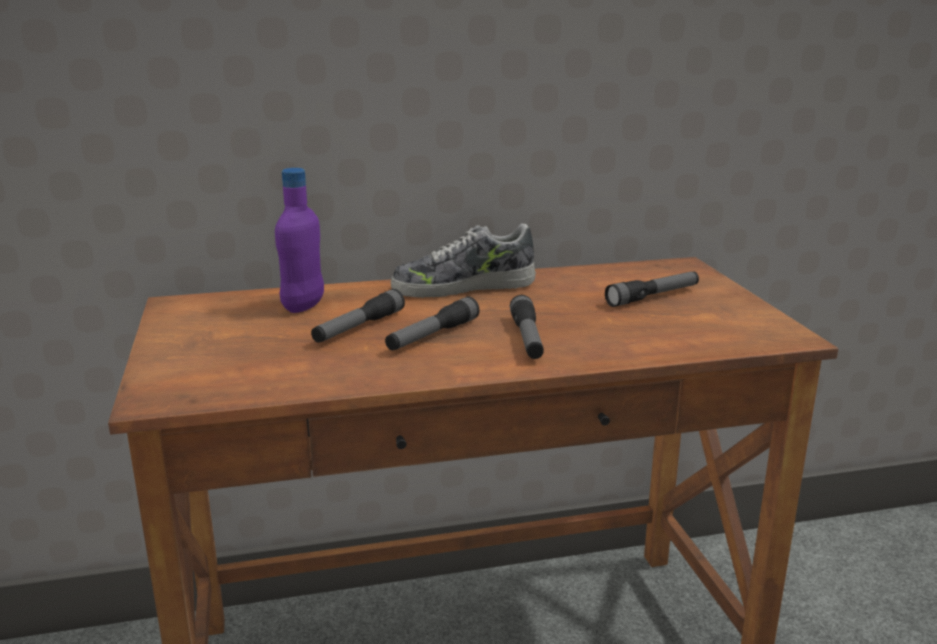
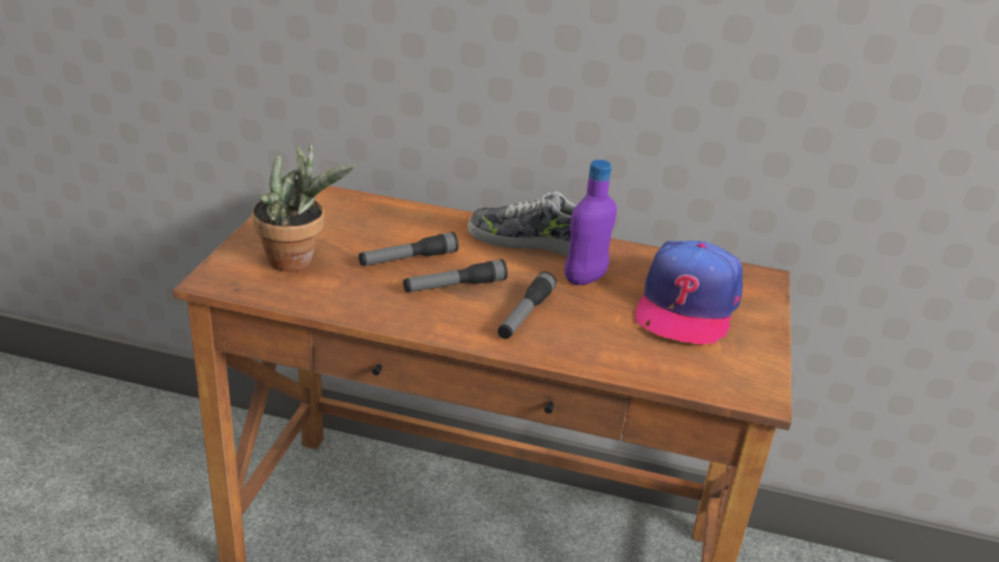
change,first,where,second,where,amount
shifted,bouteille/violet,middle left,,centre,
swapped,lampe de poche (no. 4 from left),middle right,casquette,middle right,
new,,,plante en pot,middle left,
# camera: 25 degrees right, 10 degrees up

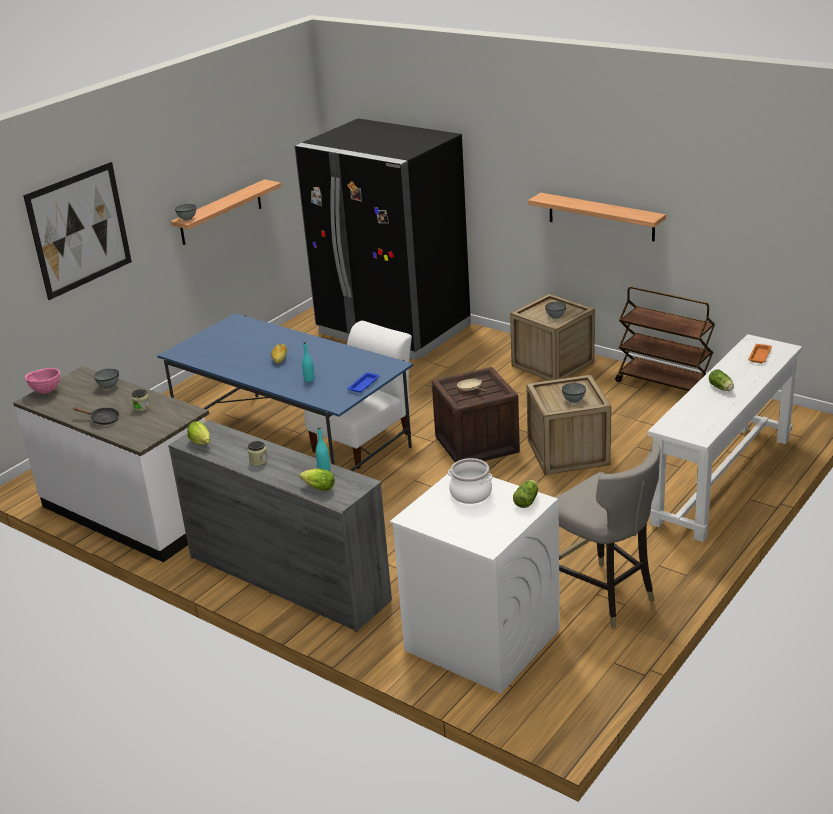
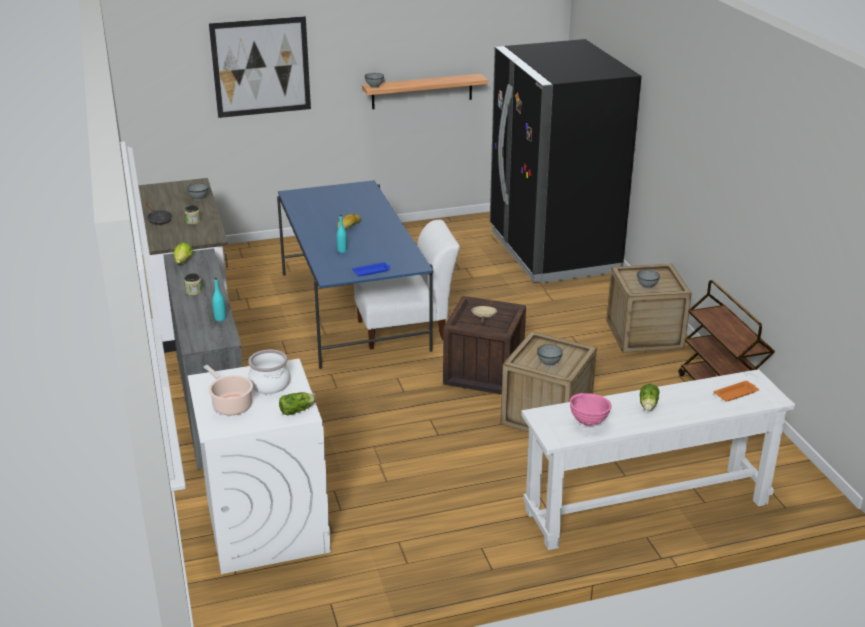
change,first,where,second,where,amount
shifted,bol/rose,middle left,,middle right,
gone,laitue (no. 2 from left),centre,,,
gone,étagère (no. 2 from left),top right,,,
gone,tabouret/gris,middle right,,,
new,,,marmite (no. 1 from left),middle left,
# camera: 35 degrees right, 0 degrees up

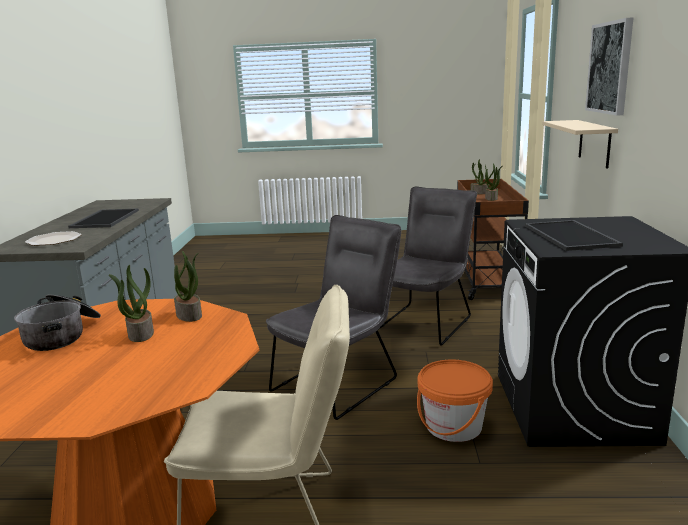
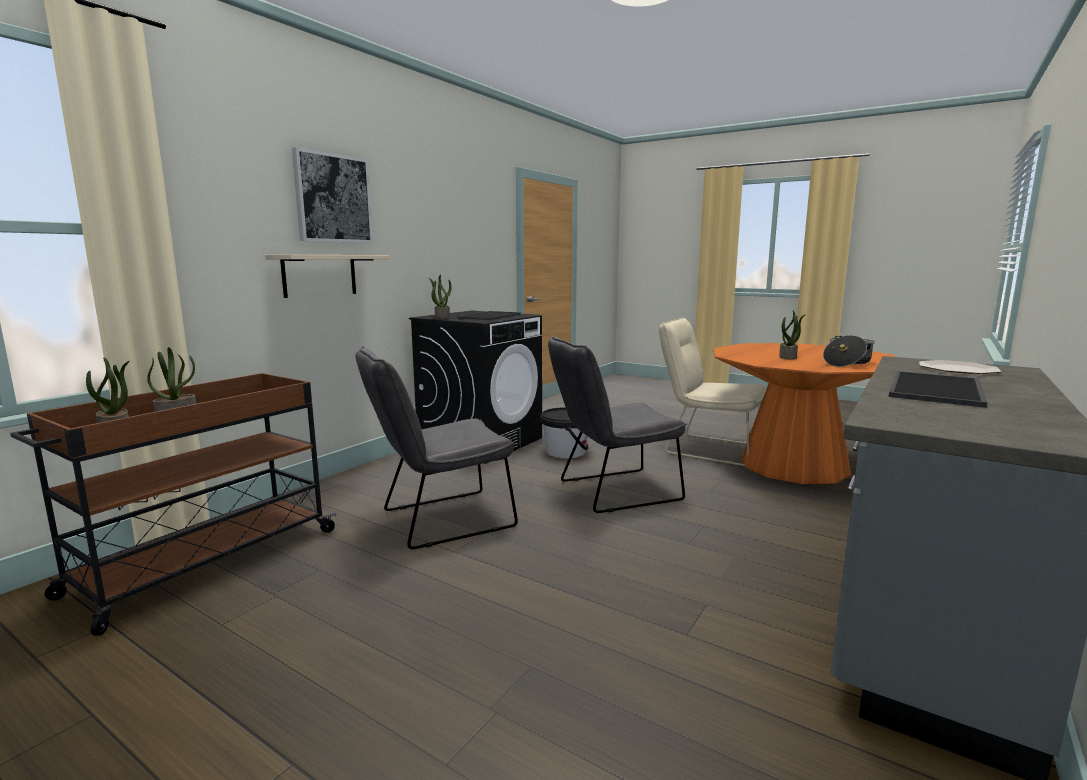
change,first,where,second,where,amount
shifted,plante en pot (no. 2 from left in the first image),middle left,plante en pot (no. 3 from left),centre,
repainted,seau/orange,bottom centre,seau/noir,centre,
# camera: 150 degrees left, 5 degrees down

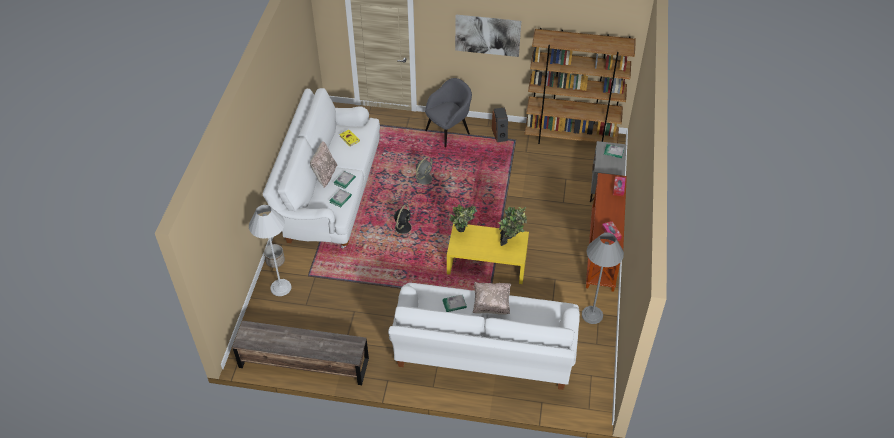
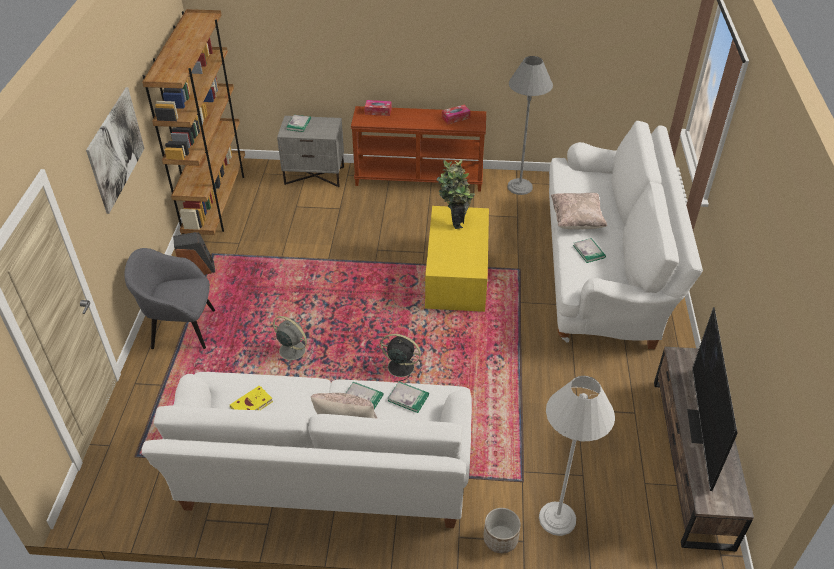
change,first,where,second,where,amount
rotated,fauteuil/gris,top centre,,middle left,45 degrees counterclockwise
gone,plante en pot (no. 1 from left),centre,,,
new,,,téléviseur,bottom right,
# camera: 95 degrees left, 5 degrees down

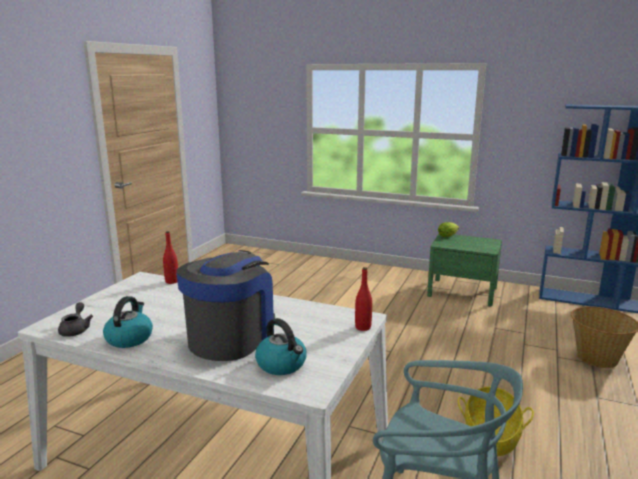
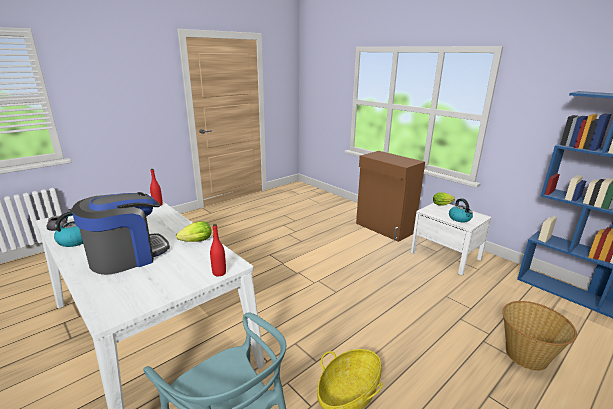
change,first,where,second,where,amount
shifted,bouilloire (no. 2 from left),bottom centre,,middle right,
repainted,table de chevet/vert,middle right,table de chevet/blanc,middle right,
new,,,laitue (no. 1 from left),middle left,
new,,,meuble de rangement/marron,centre,
# camera: 25 degrees right, 5 degrees up

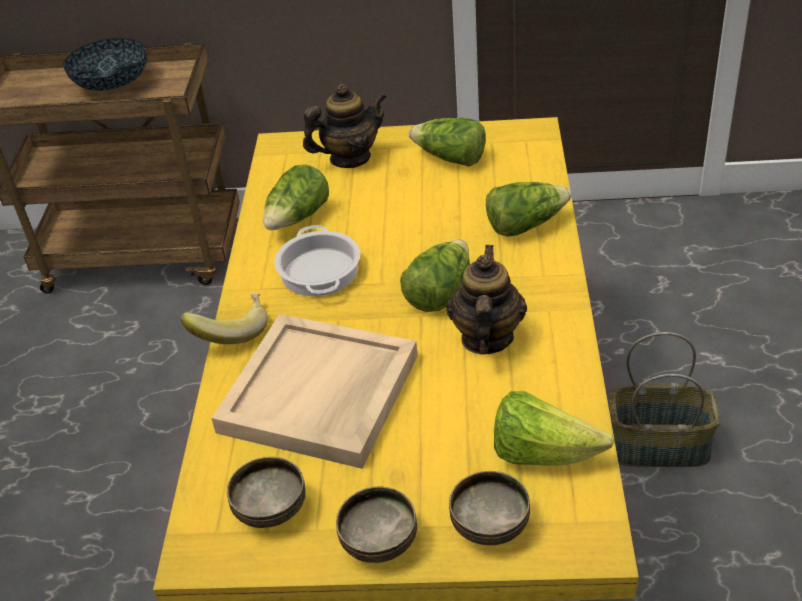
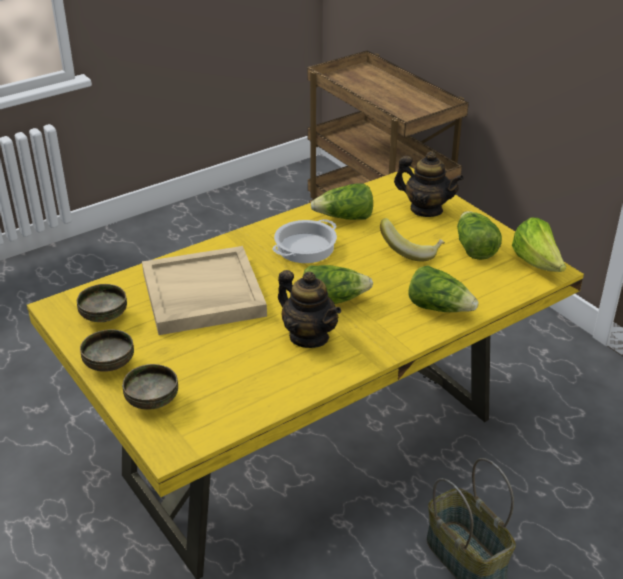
change,first,where,second,where,amount
gone,bol (no. 1 from left),top left,,,
shifted,banane,middle left,,centre,
rotated,théière (no. 2 from left in the first image),centre,théière (no. 1 from left),centre,75 degrees clockwise
shifted,laitue (no. 5 from left),bottom right,,middle right,
# camera: 50 degrees right, 5 degrees down

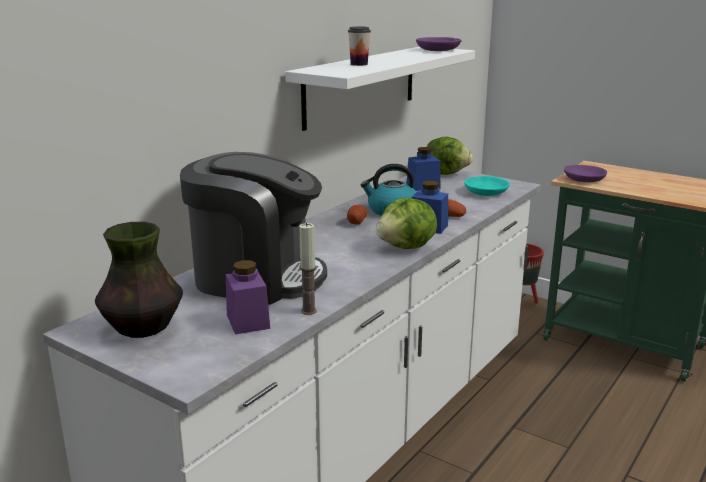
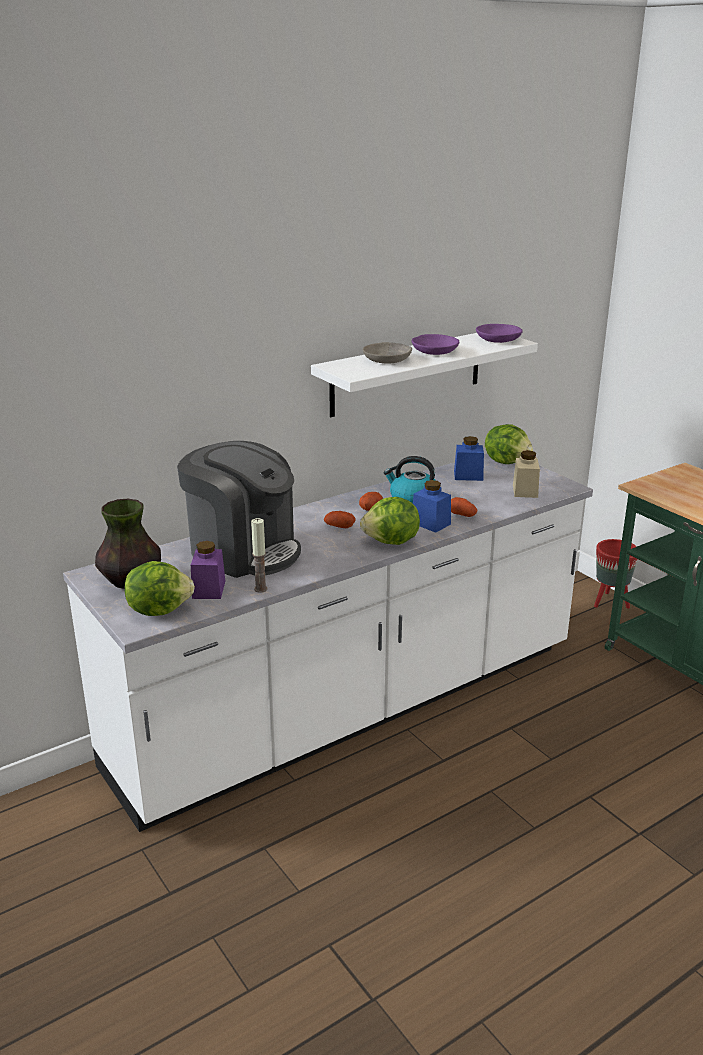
change,first,where,second,where,amount
swapped,tasse,top centre,bol/gris,centre,
swapped,bol/turquoise,middle right,bocal/beige,middle right,
shifted,bol/violet (no. 2 from left in the first image),middle right,bol/violet (no. 1 from left),top centre,
new,,,laitue (no. 1 from left),middle left,
new,,,pomme de terre (no. 1 from left),centre,
# camera: 20 degrees right, 5 degrees up

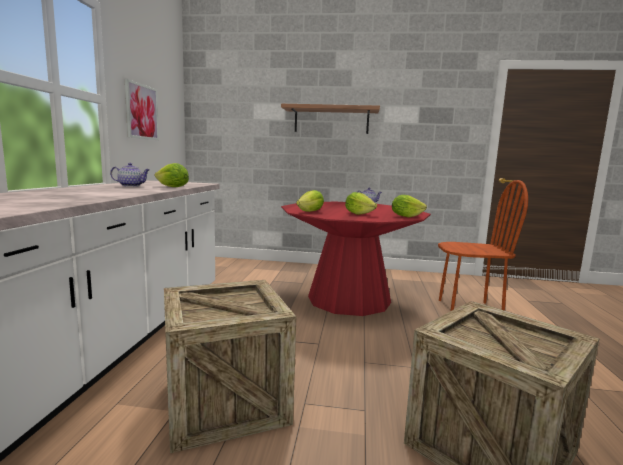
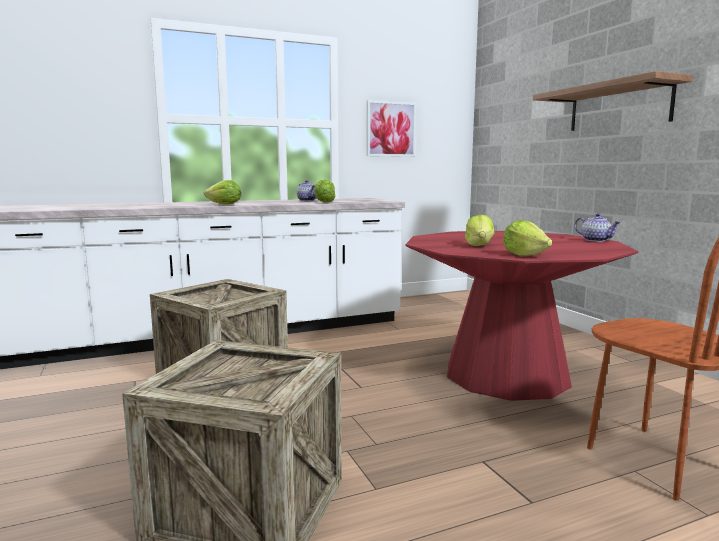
change,first,where,second,where,amount
shifted,laitue (no. 2 from left in the first image),centre,laitue (no. 1 from left),middle left,
# camera: 60 degrees right, 0 degrees up

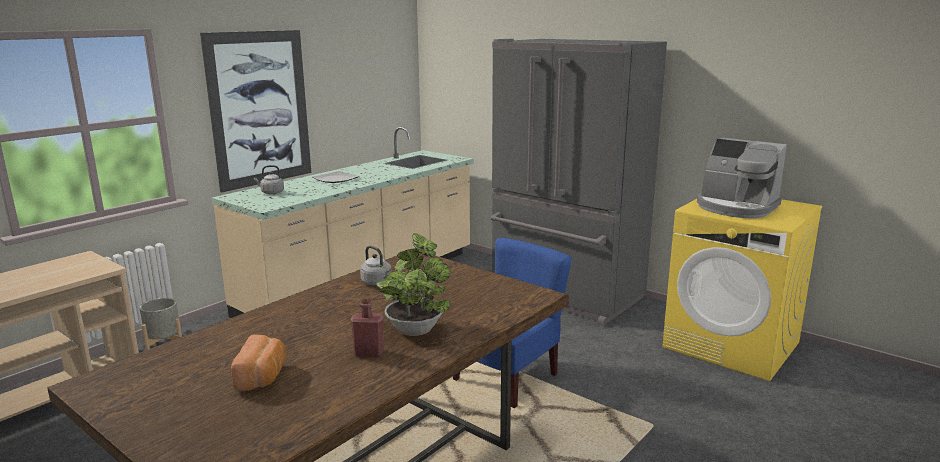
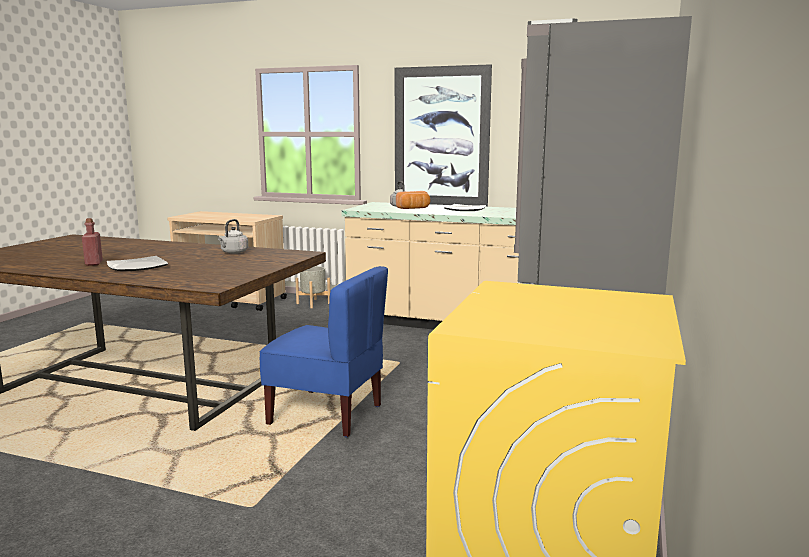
change,first,where,second,where,amount
shifted,pain,bottom left,,centre,
swapped,plante en pot,centre,assiette (no. 1 from left),middle left,
gone,machine à café,middle right,,,
# camera: 70 degrees right, 5 degrees down

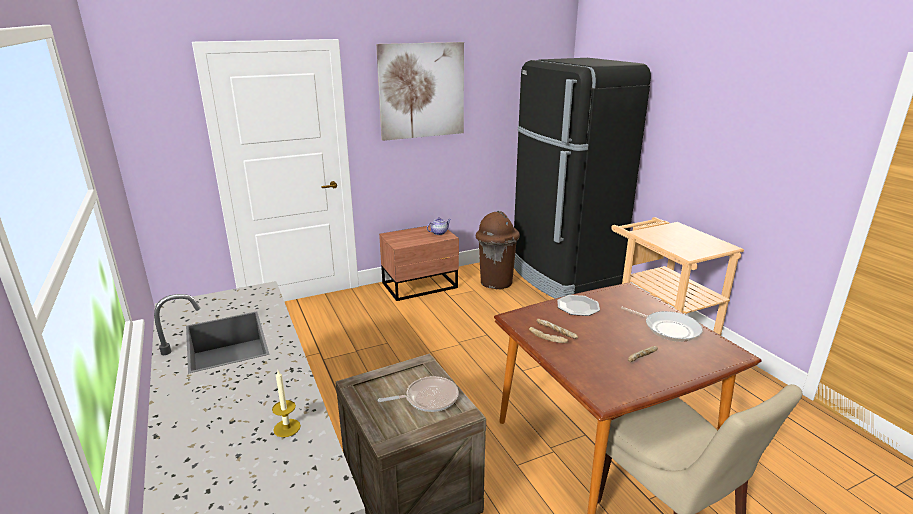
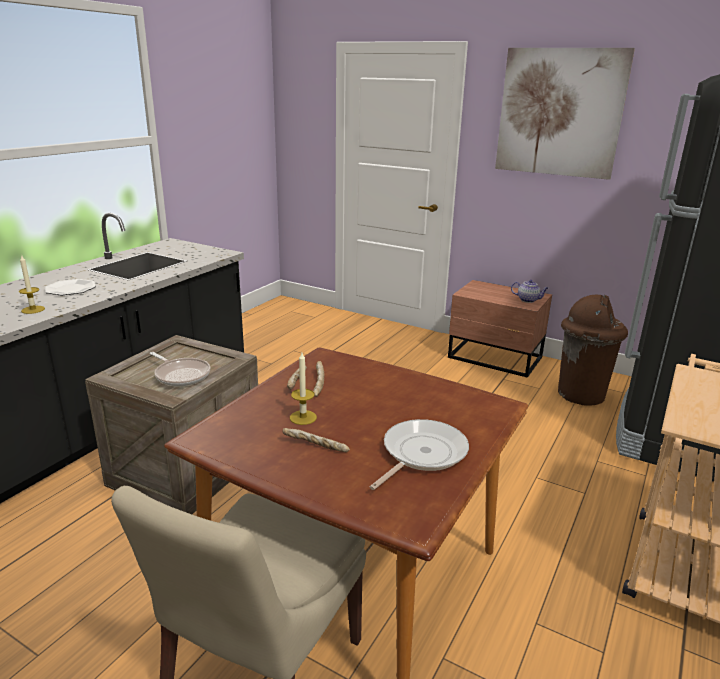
change,first,where,second,where,amount
shifted,assiette,centre,,middle left,
rotated,poêle (no. 2 from left),middle right,,bottom centre,150 degrees counterclockwise
new,,,bougie (no. 2 from left),centre,
# camera: 55 degrees right, 0 degrees up

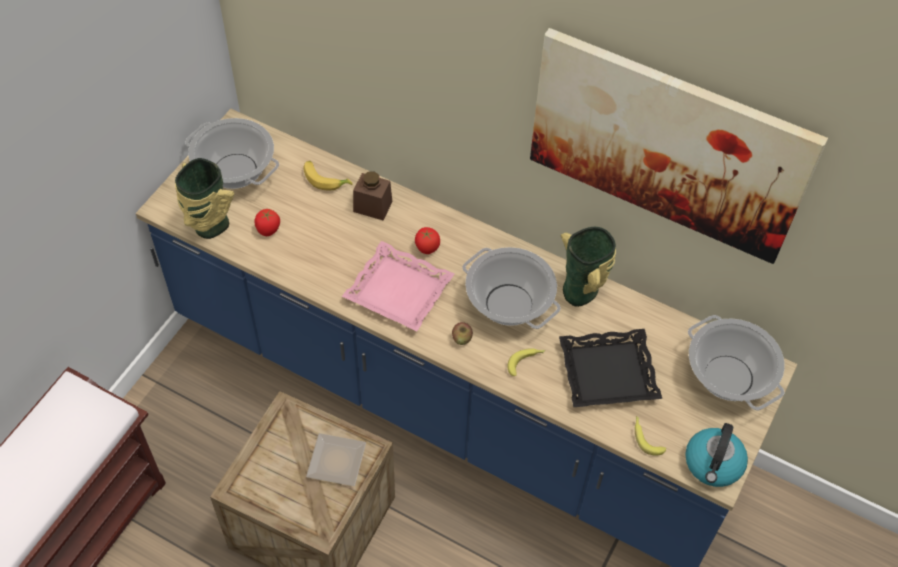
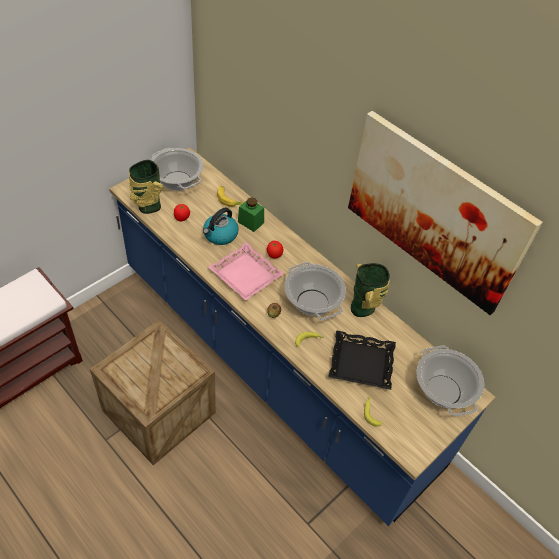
change,first,where,second,where,amount
gone,assiette,bottom centre,,,
repainted,bocal/marron,centre,bocal/vert,centre,
shifted,bouilloire,bottom right,,centre,
# camera: 15 degrees right, 5 degrees down

